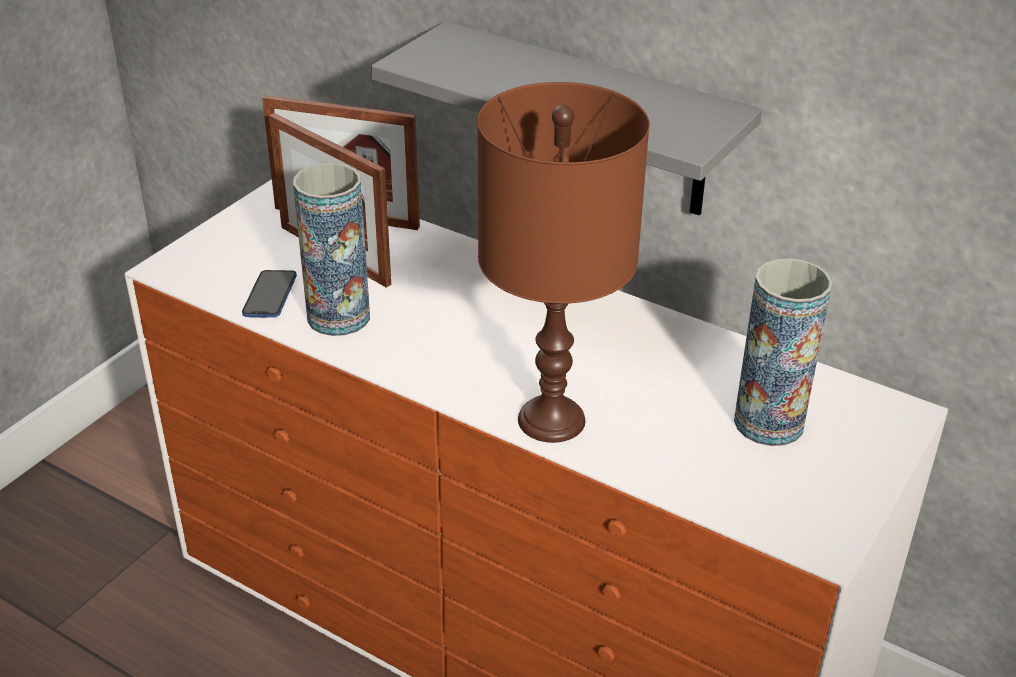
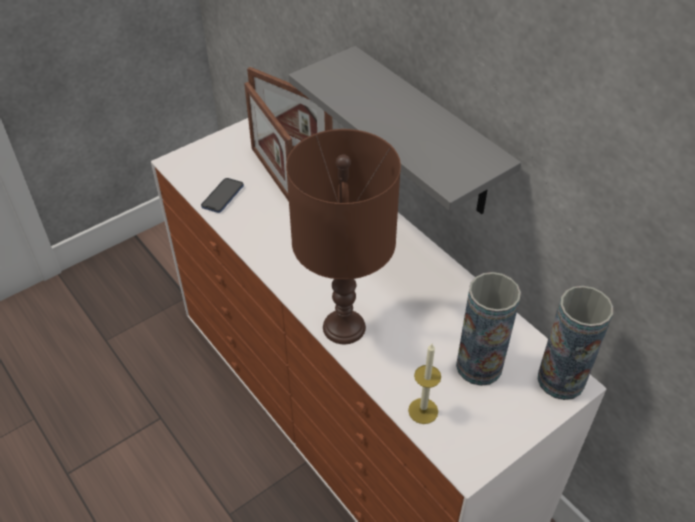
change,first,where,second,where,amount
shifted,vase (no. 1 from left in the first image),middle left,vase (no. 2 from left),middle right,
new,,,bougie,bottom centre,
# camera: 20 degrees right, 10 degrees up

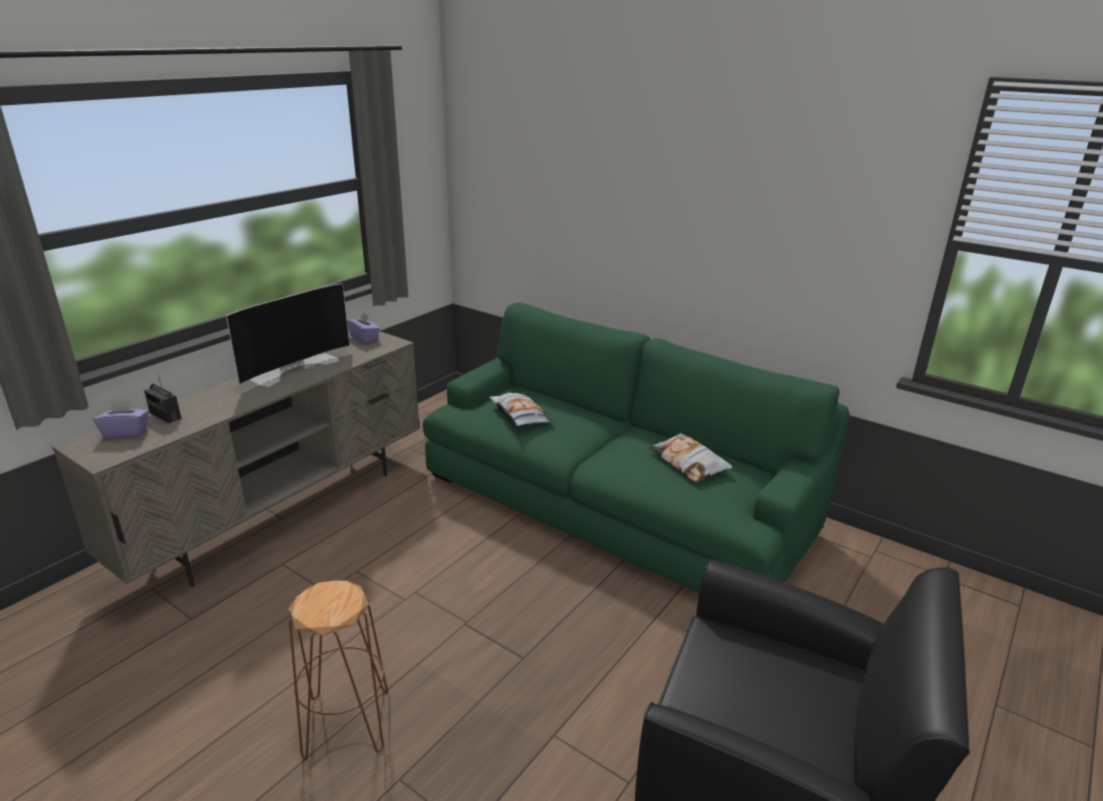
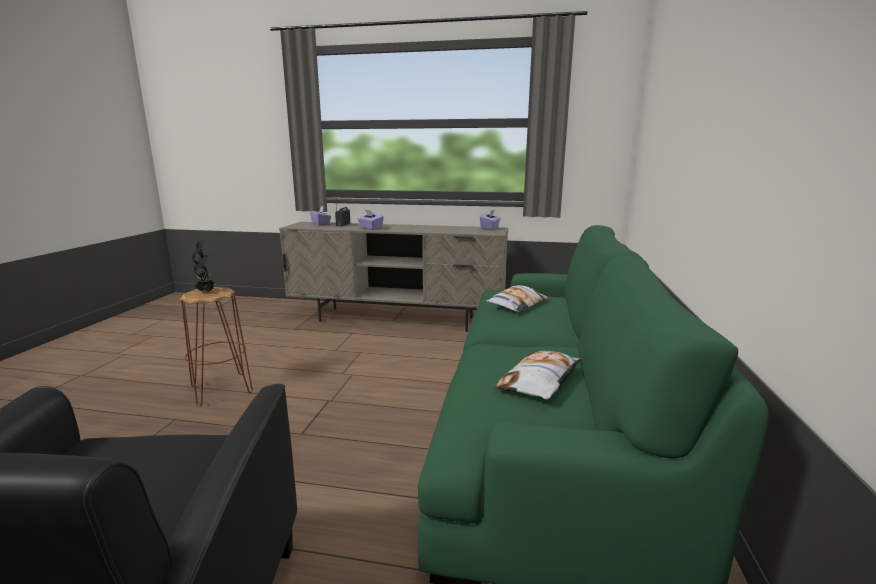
change,first,where,second,where,amount
gone,téléviseur,middle left,,,
new,,,plante en pot,middle left,
new,,,boîte à mouchoirs/violet (no. 2 from left),centre,
# camera: 65 degrees right, 10 degrees down

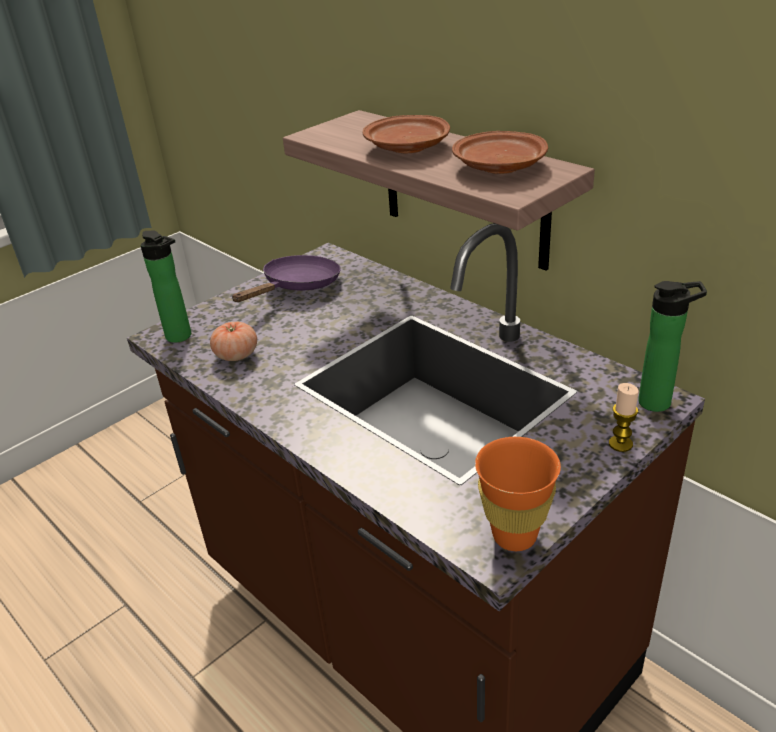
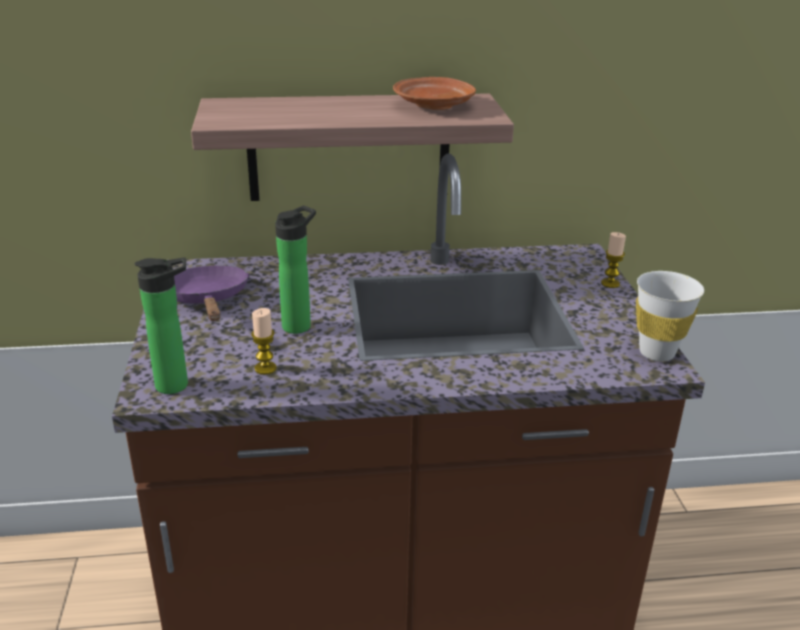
change,first,where,second,where,amount
swapped,tomate,middle left,bougie (no. 1 from left),middle left,
gone,assiette/marron (no. 1 from left),top centre,,,
repainted,tasse/orange,bottom right,tasse/blanc,middle right,
shifted,bouteille (no. 2 from left),middle right,,centre,
# camera: 55 degrees left, 5 degrees down

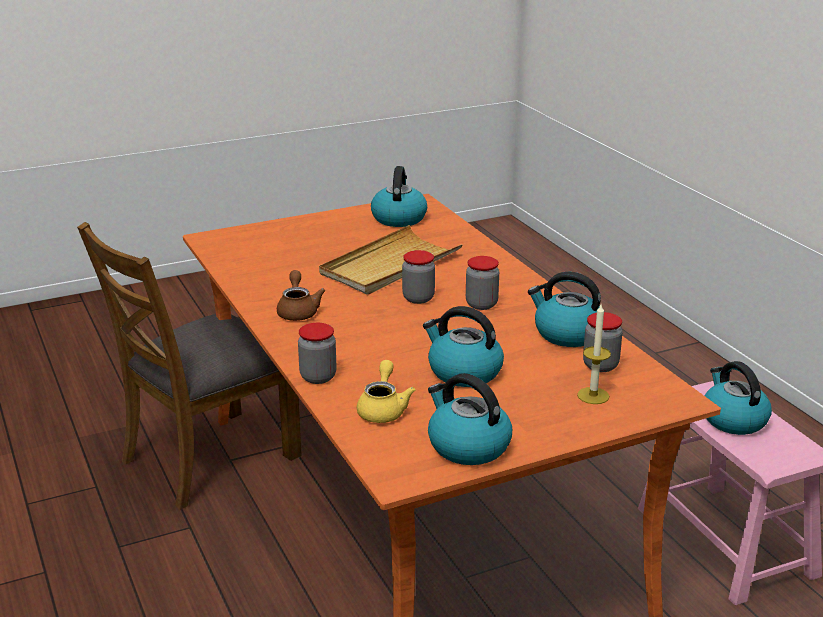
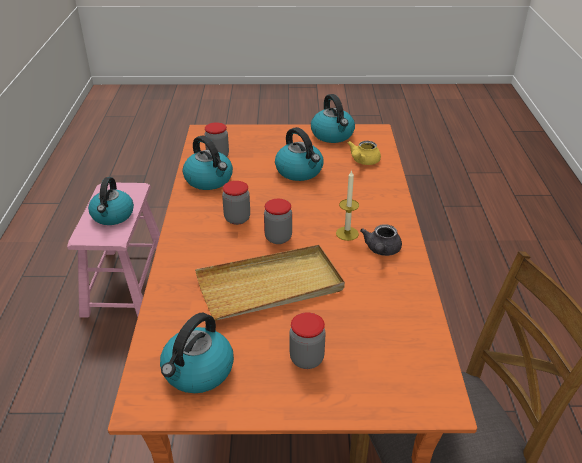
change,first,where,second,where,amount
repainted,théière/marron,centre,théière/gris,centre,
shifted,bocal (no. 1 from left in the first image),centre,bocal (no. 4 from left),bottom centre,
shifted,bougie,middle right,,centre,
# camera: 155 degrees left, 10 degrees up

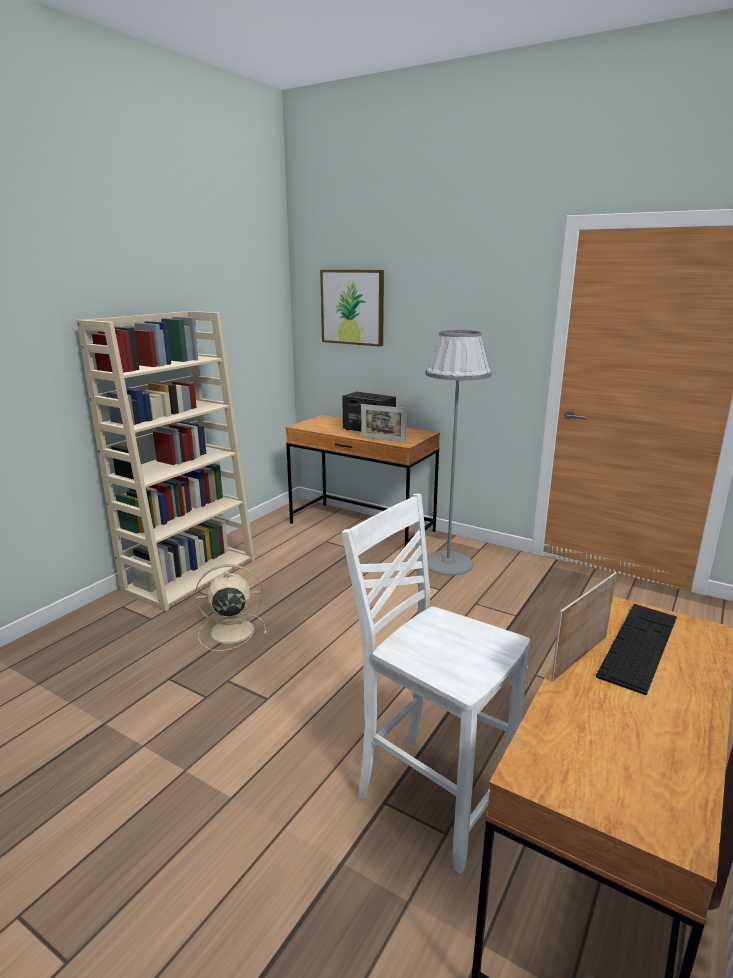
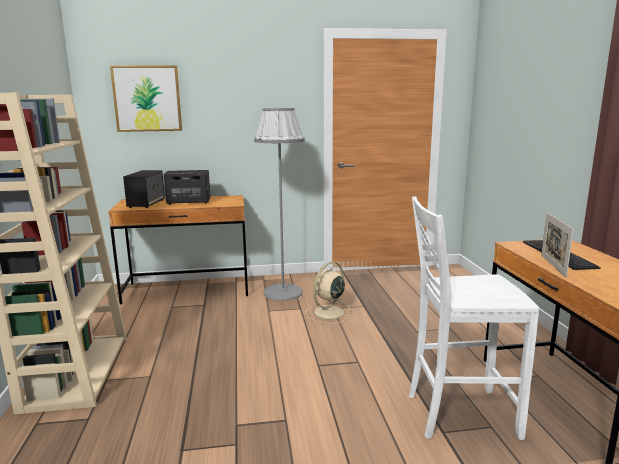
change,first,where,second,where,amount
shifted,ventilateur/beige,middle left,,centre,
gone,cadre photo (no. 1 from left),centre,,,
new,,,enceinte (no. 1 from left),middle left,
# camera: 40 degrees left, 5 degrees down

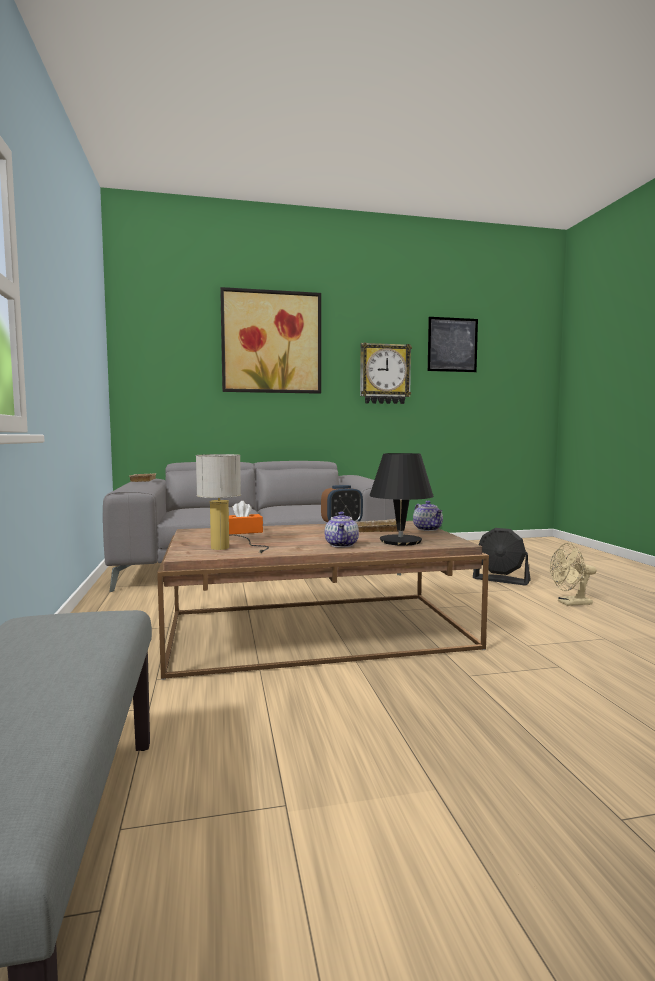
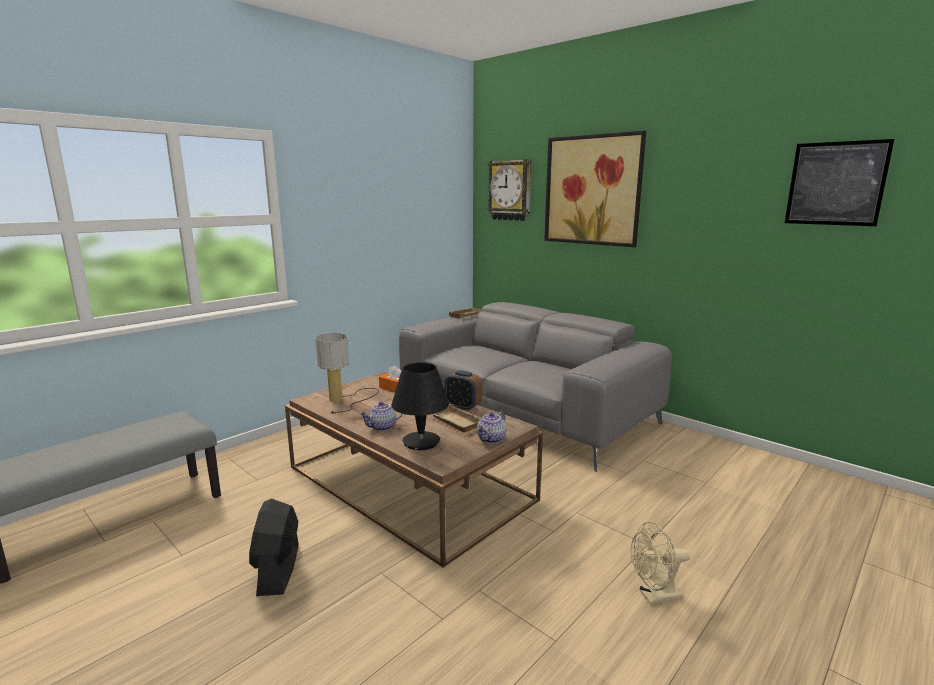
change,first,where,second,where,amount
shifted,horloge murale,centre,,top centre,
shifted,ventilateur/noir,middle right,,bottom left,
rotated,ventilateur/beige,middle right,,bottom right,60 degrees counterclockwise
# camera: 55 degrees right, 10 degrees up

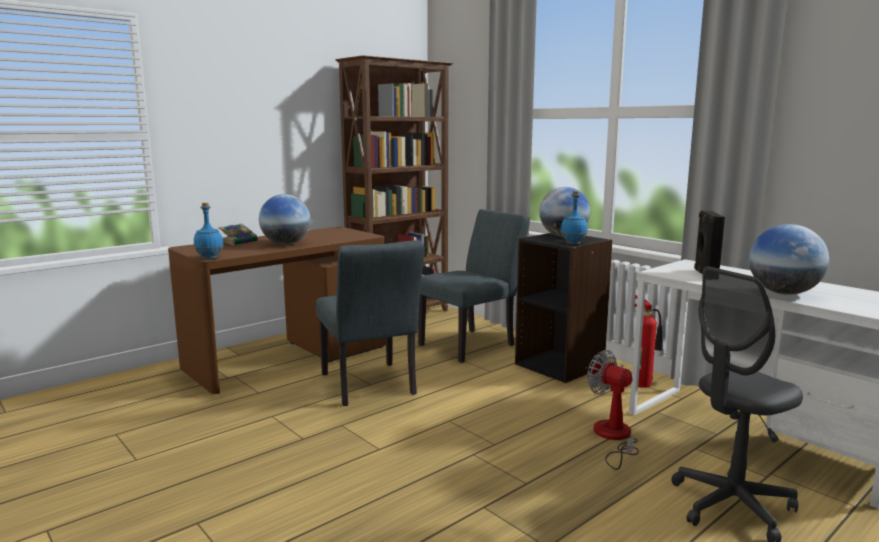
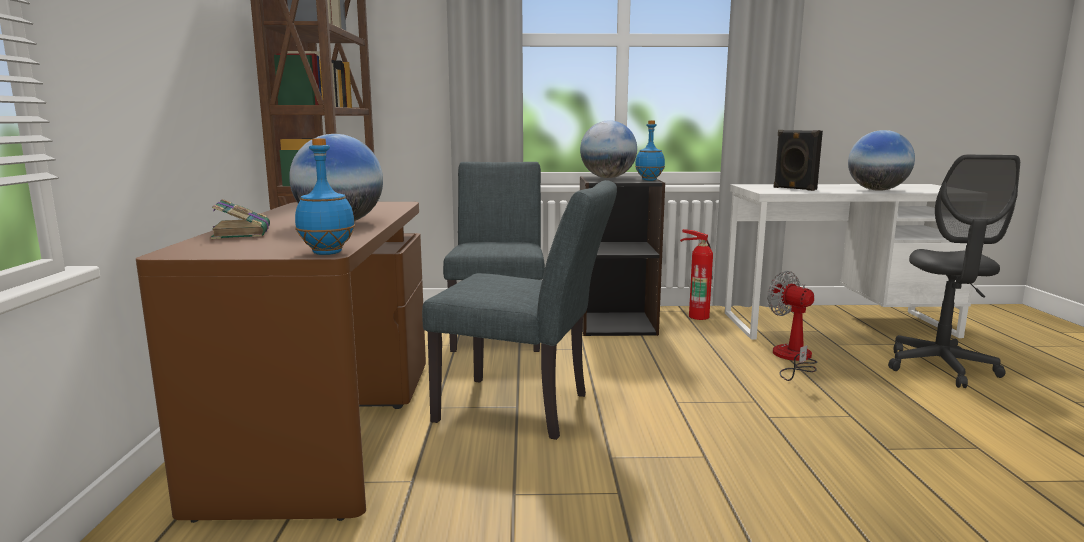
change,first,where,second,where,amount
rotated,ventilateur,bottom right,,middle right,60 degrees clockwise
# camera: 50 degrees left, 0 degrees up

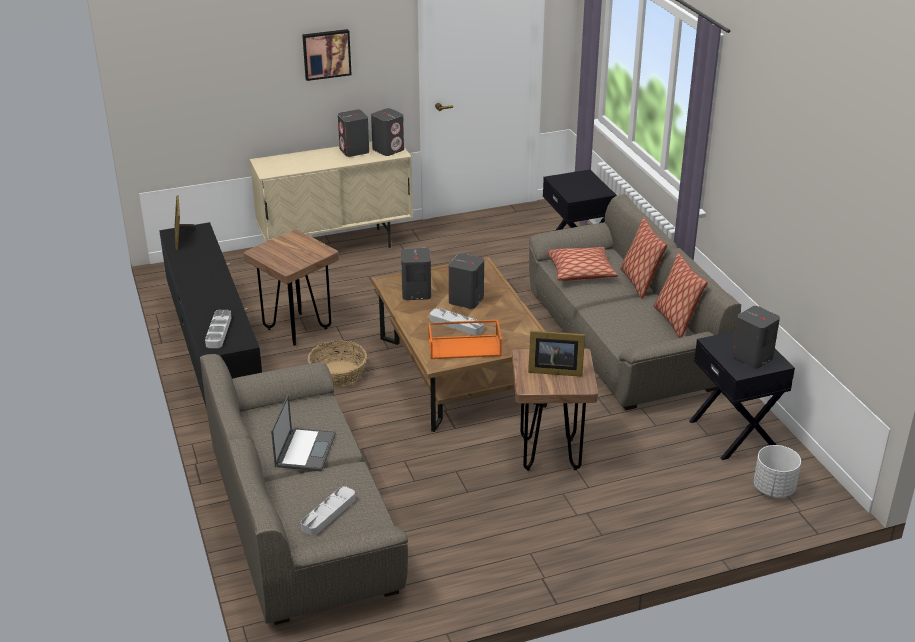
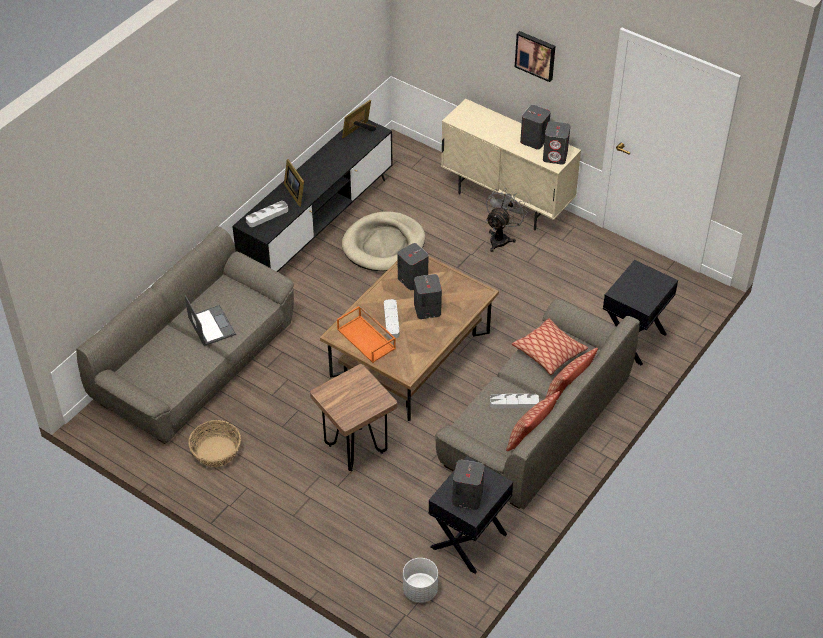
change,first,where,second,where,amount
swapped,tabouret/marron (no. 1 from left),middle left,panier pour chien/beige,centre,
rotated,ordinateur portable,bottom left,,middle left,90 degrees counterclockwise
shifted,plateau/gris (no. 2 from left in the first image),bottom centre,plateau/gris (no. 3 from left),centre,
shifted,panier,centre,,bottom left,
shifted,cadre photo (no. 2 from left in the first image),centre,cadre photo (no. 1 from left),top centre,
new,,,ventilateur/gris,centre,
# camera: 55 degrees right, 15 degrees up

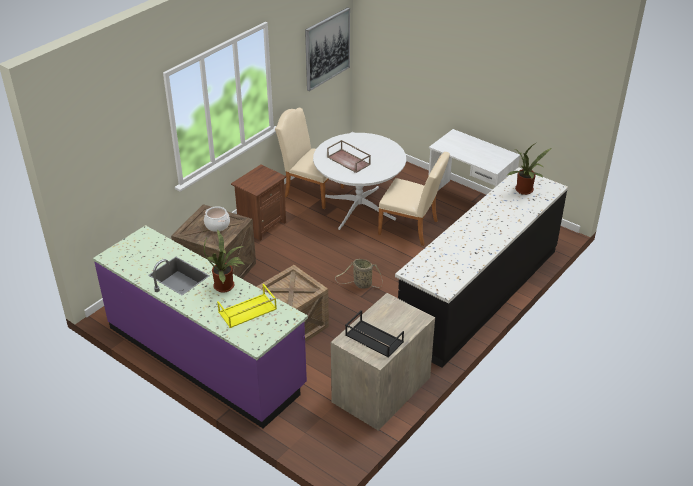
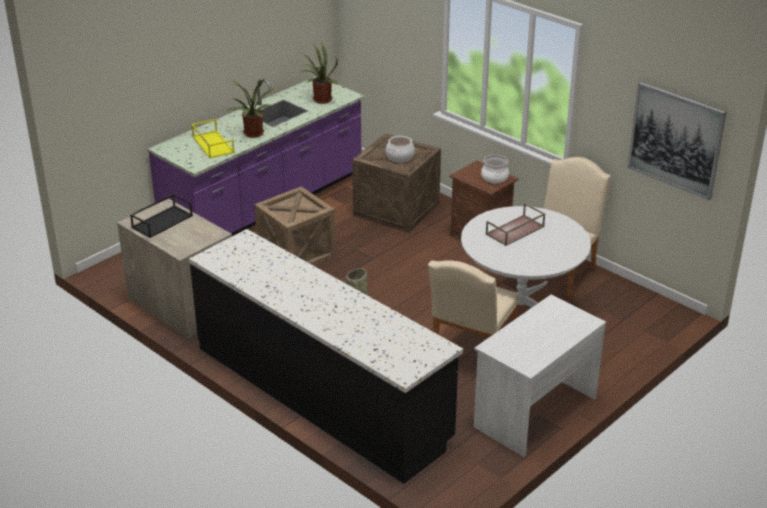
change,first,where,second,where,amount
shifted,plante en pot (no. 2 from left),middle right,,top centre,
new,,,marmite (no. 2 from left),top centre,
# camera: 95 degrees right, 5 degrees down

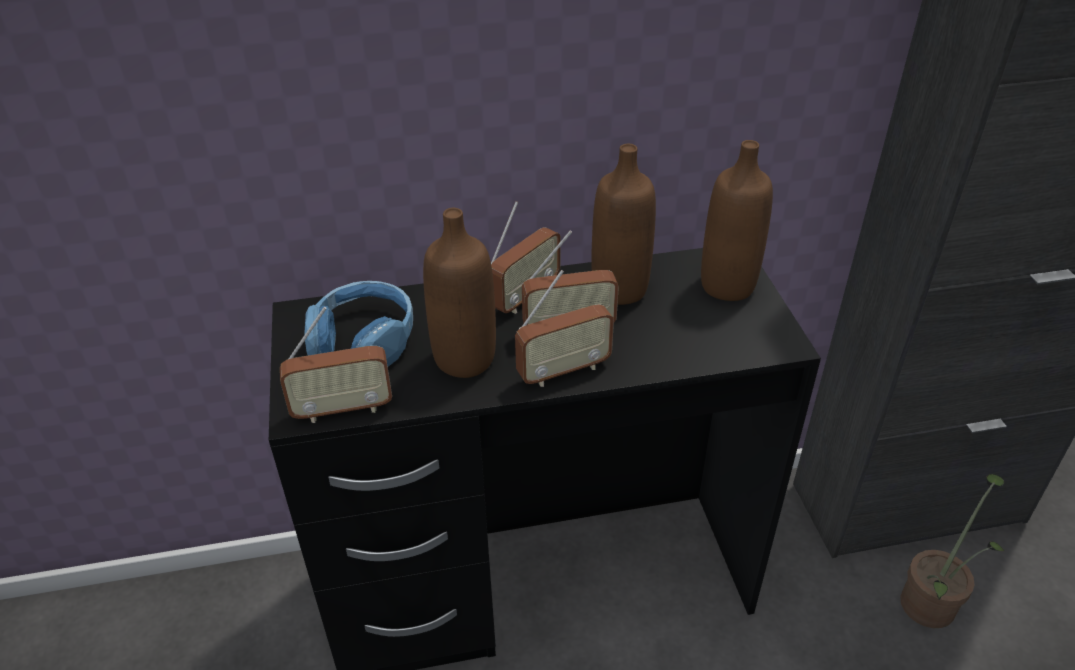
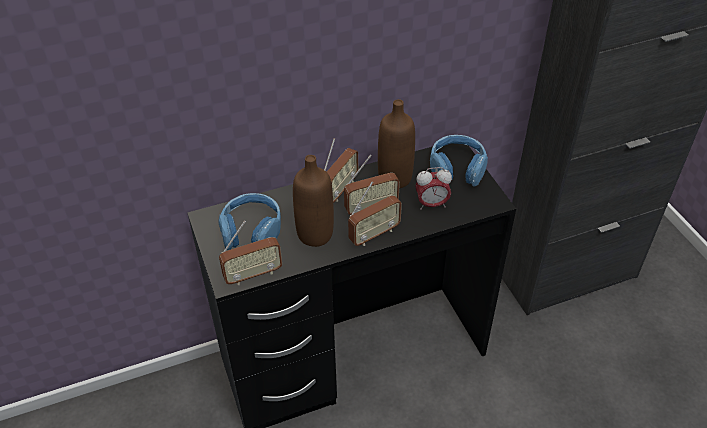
change,first,where,second,where,amount
swapped,bouteille/marron (no. 3 from left),top right,casque audio/bleu (no. 2 from left),centre,
gone,plante en pot,bottom right,,,
new,,,réveil,centre,
# camera: 10 degrees left, 5 degrees up

